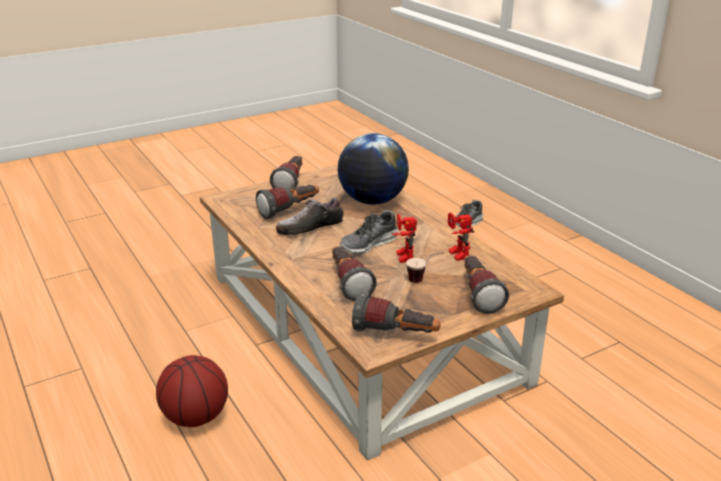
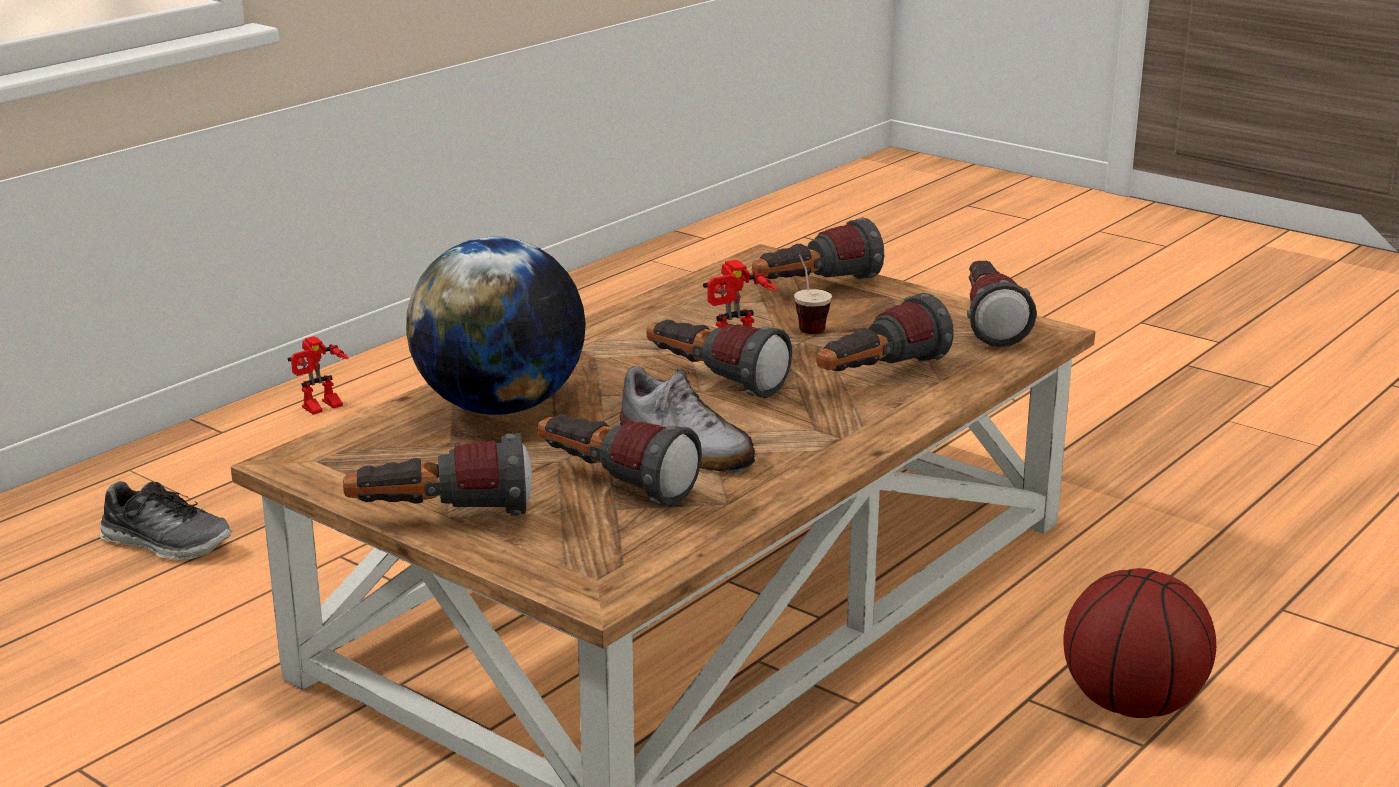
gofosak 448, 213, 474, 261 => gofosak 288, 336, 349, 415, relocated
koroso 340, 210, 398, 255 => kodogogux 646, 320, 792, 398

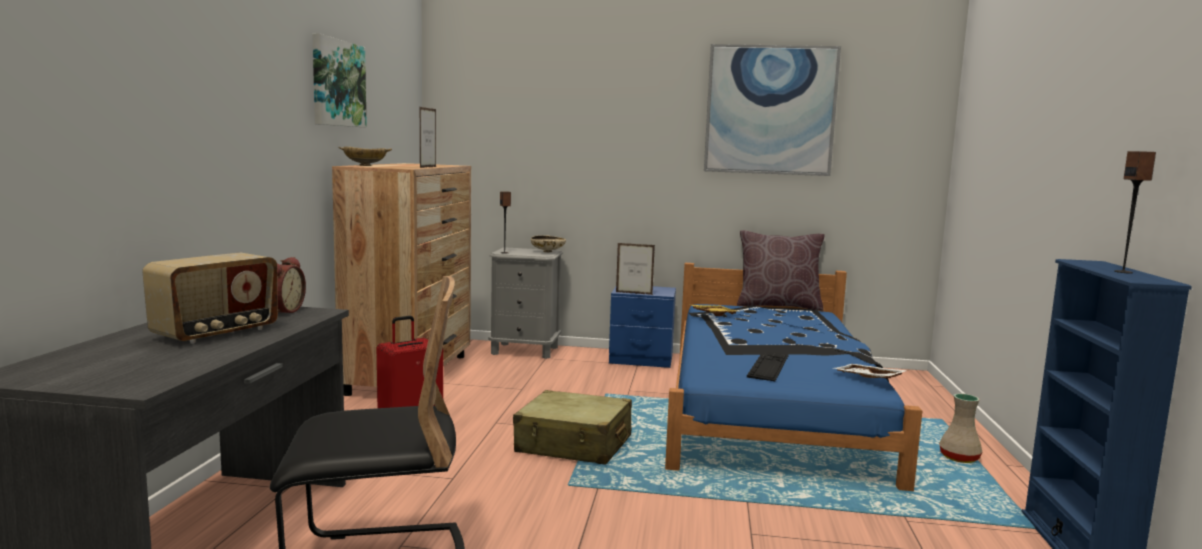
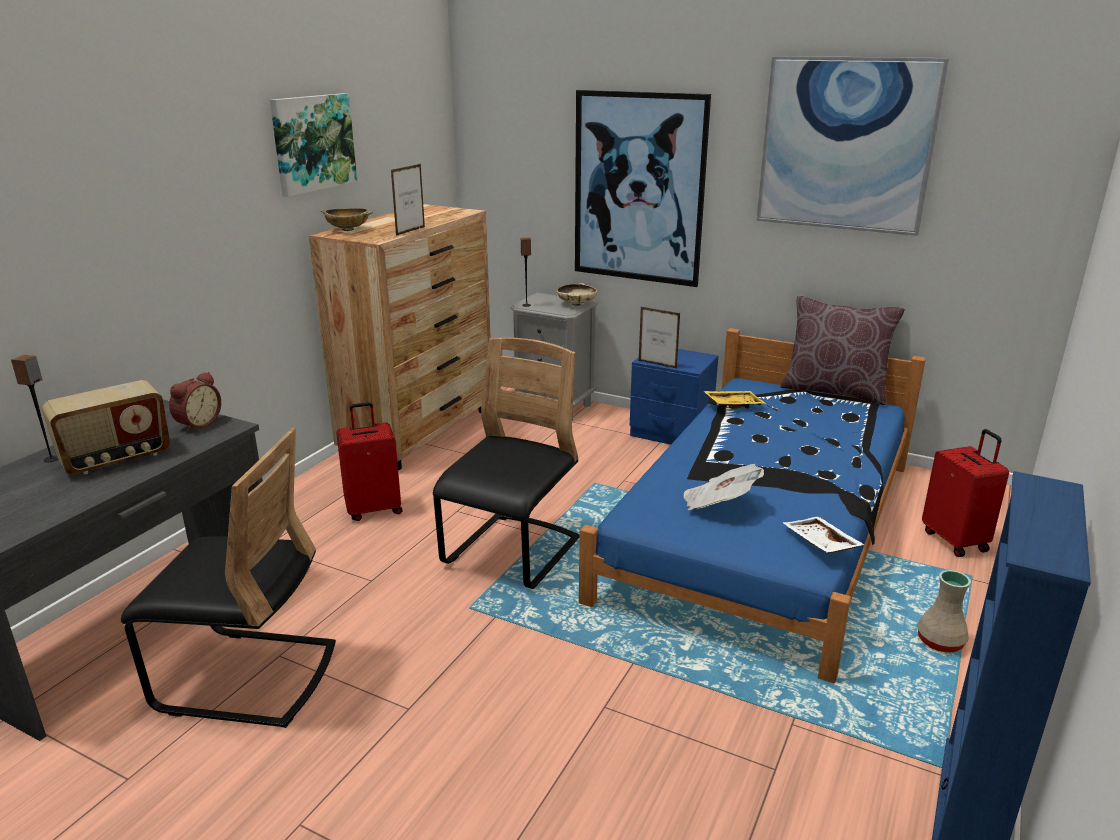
nothing => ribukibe 575, 90, 711, 287
nothing => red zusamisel 922, 429, 1009, 557
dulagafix 1114, 151, 1156, 274 => dulagafix 11, 355, 58, 462, relocated
beige zusamisel 513, 390, 632, 465 => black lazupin 433, 337, 579, 589
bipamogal 747, 350, 789, 381 => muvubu 683, 464, 764, 510

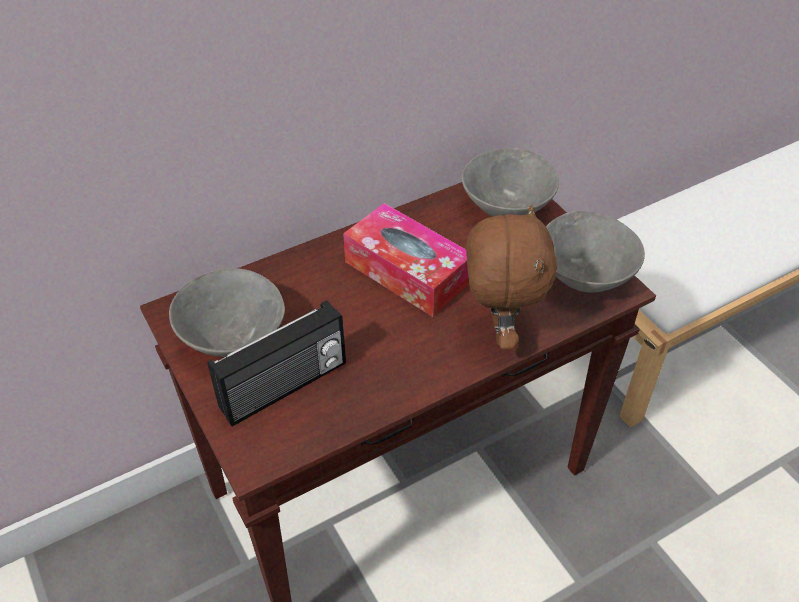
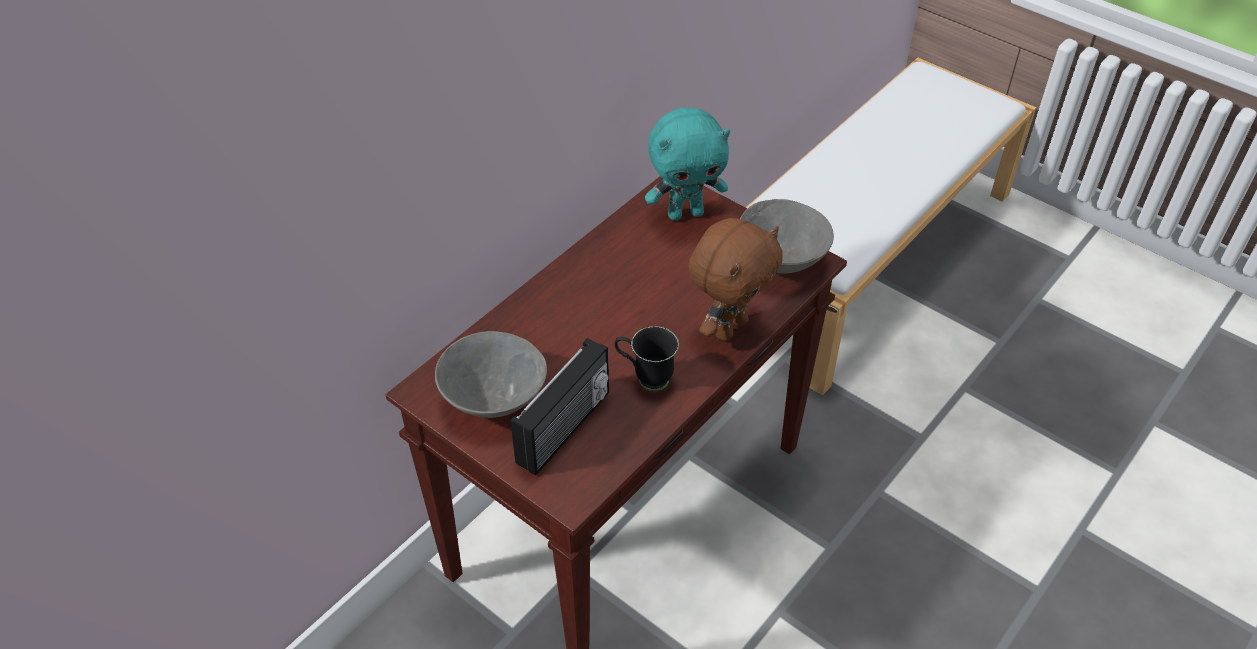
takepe 343, 203, 469, 317 => nothing
nothing => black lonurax 614, 326, 679, 391
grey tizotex 462, 148, 559, 217 => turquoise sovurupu 645, 107, 730, 221
brown sovurupu 466, 205, 557, 350 => brown sovurupu 688, 218, 783, 341, 60 degrees clockwise

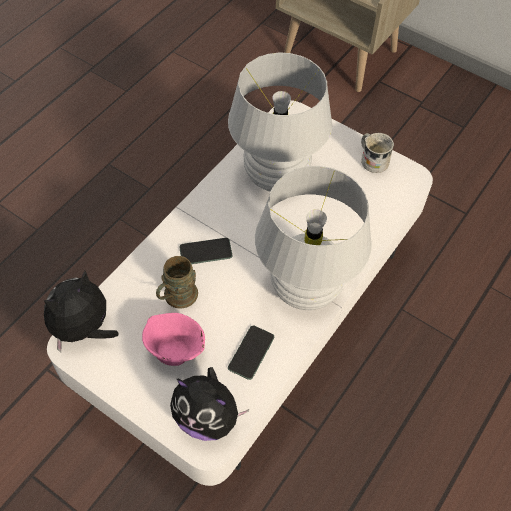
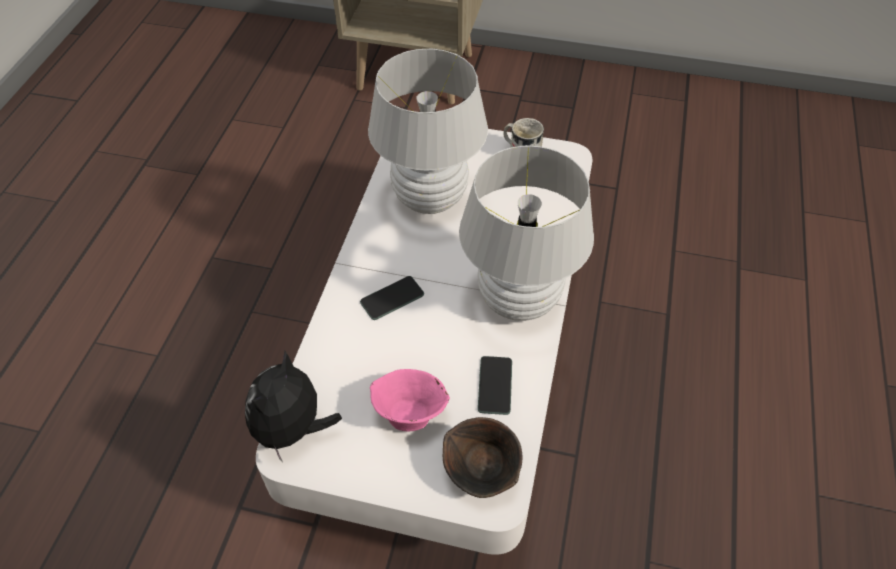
brown lonurax 156, 256, 198, 309 => nothing
sovurupu 170, 367, 250, 441 => brown tizotex 443, 417, 522, 498

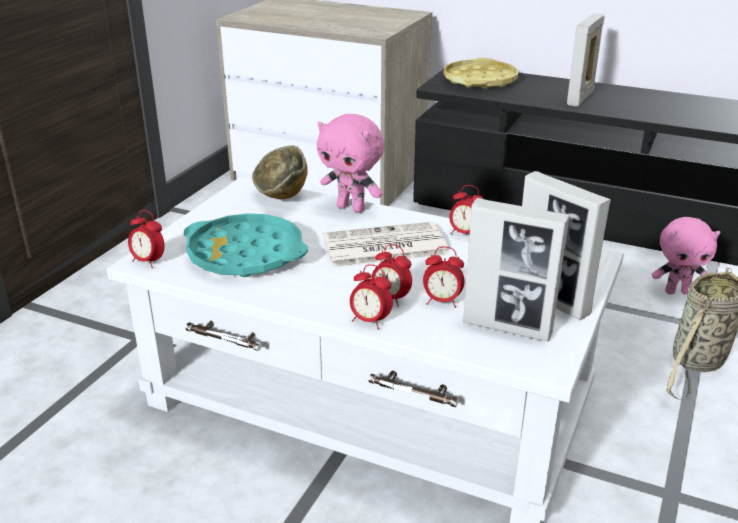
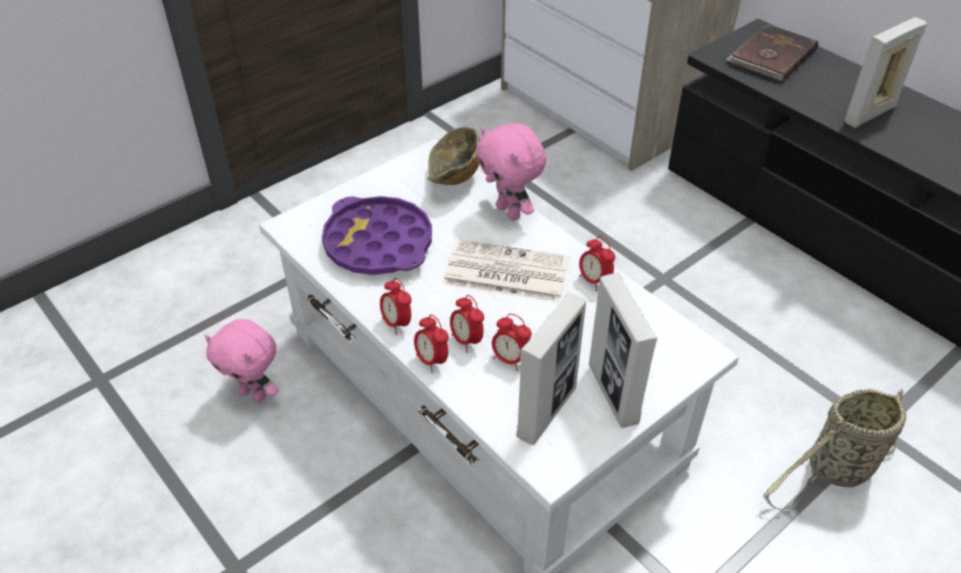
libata 128, 210, 164, 268 => libata 380, 278, 412, 335, relocated
pink sovurupu 652, 217, 720, 295 => pink sovurupu 205, 319, 279, 402, relocated
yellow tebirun 444, 58, 519, 89 => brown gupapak 726, 24, 818, 83
turquoise tebirun 184, 214, 308, 277 => purple tebirun 322, 196, 432, 275
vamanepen 463, 198, 570, 342 => vamanepen 516, 292, 586, 445, 105 degrees counterclockwise

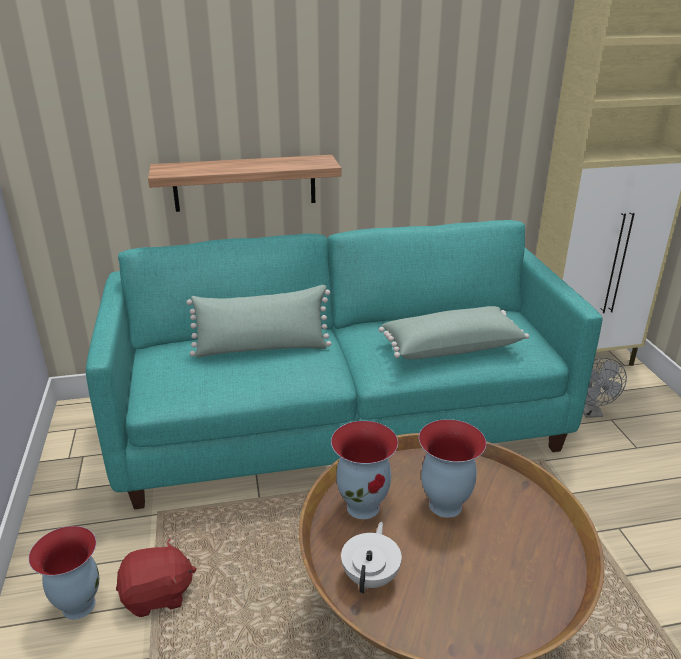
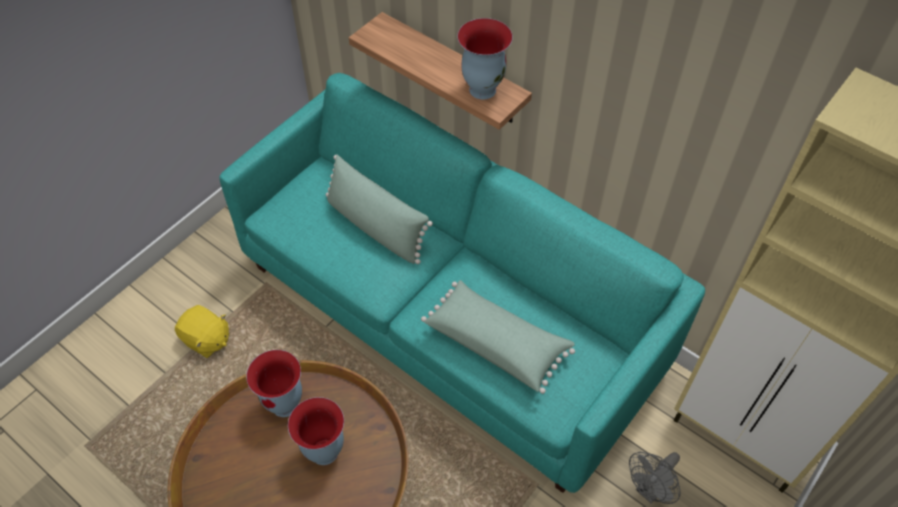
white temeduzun 341, 522, 402, 594 => nothing
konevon 28, 526, 99, 620 => konevon 458, 18, 513, 100, relocated
red sovurupu 116, 539, 197, 617 => yellow sovurupu 175, 305, 230, 358

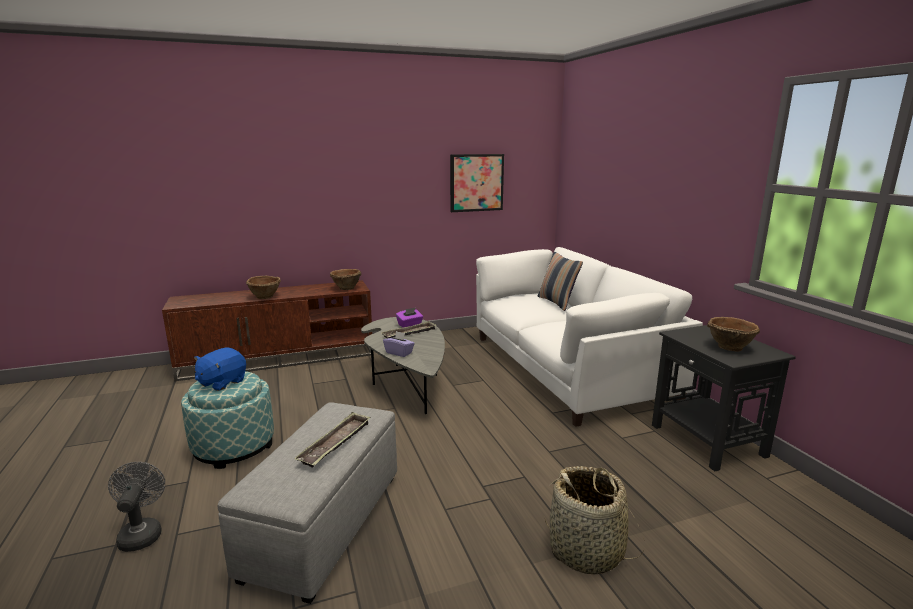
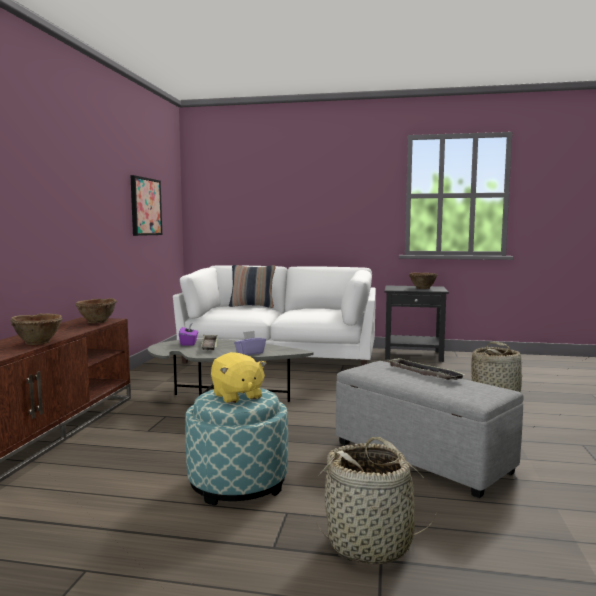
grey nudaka 108, 462, 165, 552 => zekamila 315, 437, 437, 564
blue sovurupu 194, 348, 246, 391 => yellow sovurupu 211, 352, 266, 404

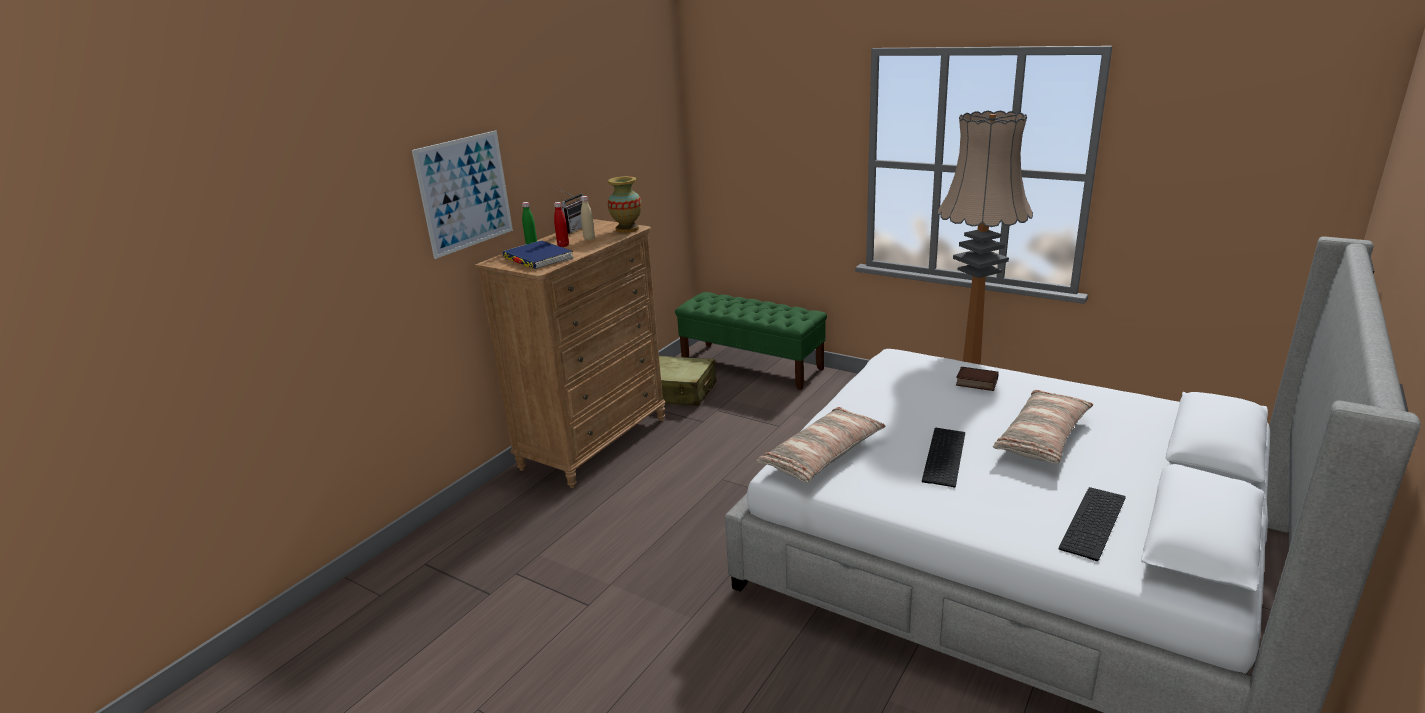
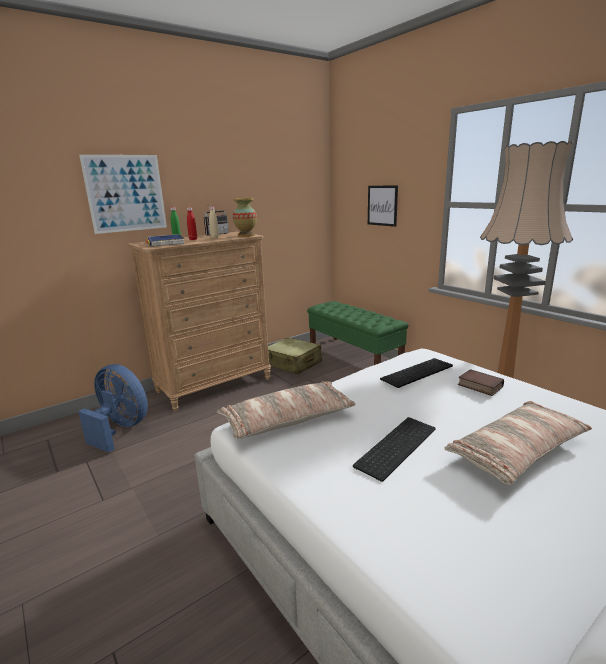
nothing => blue nudaka 78, 364, 148, 453
nothing => ribukibe 368, 185, 398, 227
bipamogal 1059, 487, 1126, 561 => bipamogal 380, 358, 453, 388, relocated

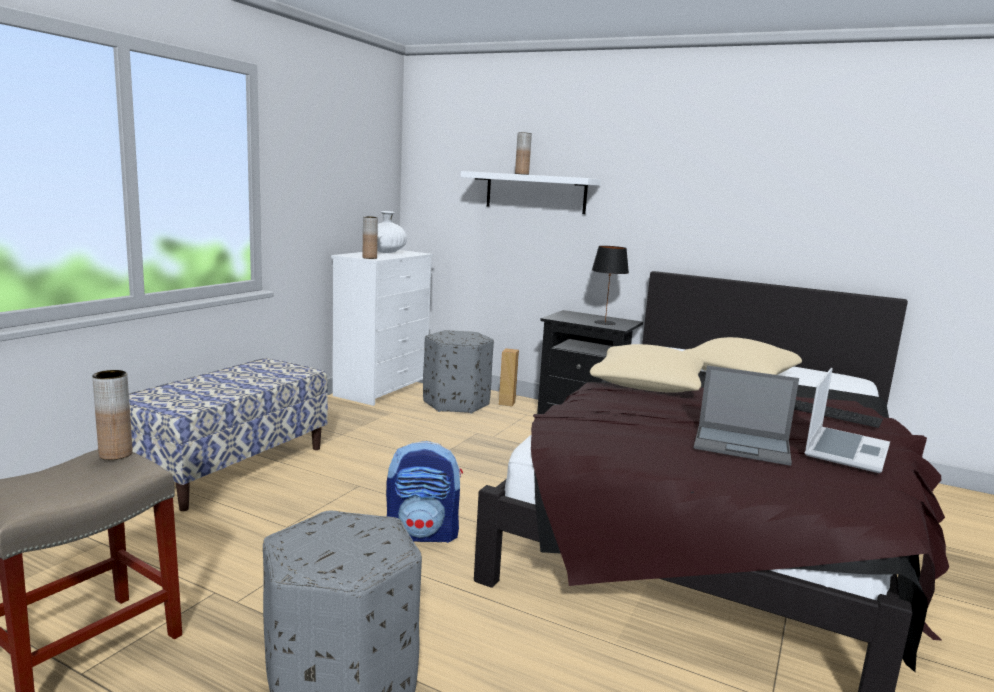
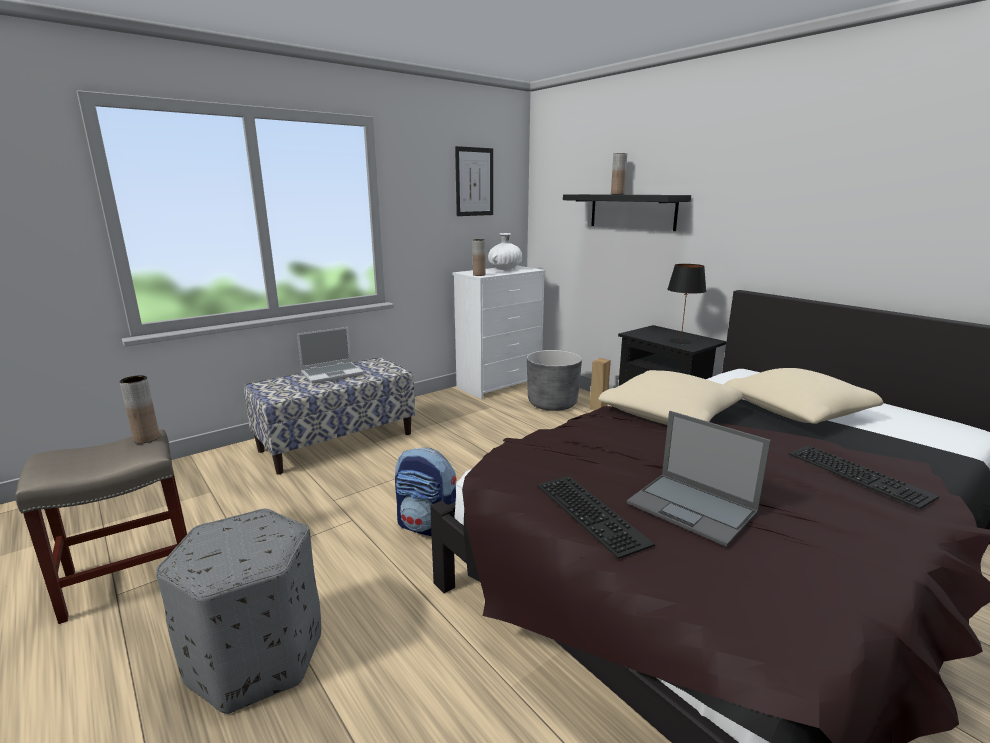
nothing => ribukibe 455, 146, 493, 216
nothing => bipamogal 537, 476, 655, 559
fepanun 805, 368, 890, 473 => fepanun 297, 327, 364, 384, relocated
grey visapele 423, 330, 494, 414 => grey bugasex 527, 350, 582, 411
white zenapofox 461, 171, 601, 214 => black zenapofox 563, 194, 691, 231

